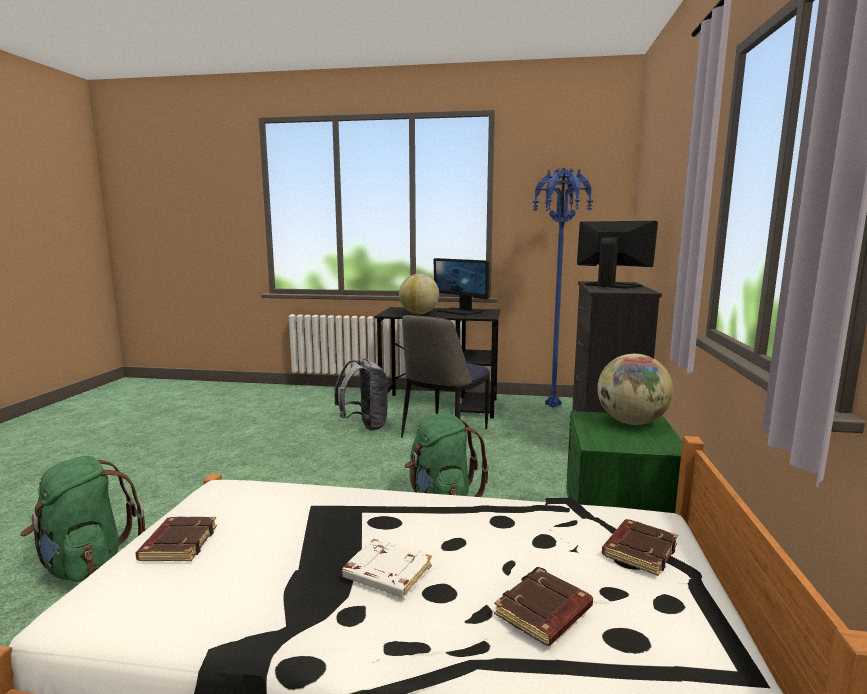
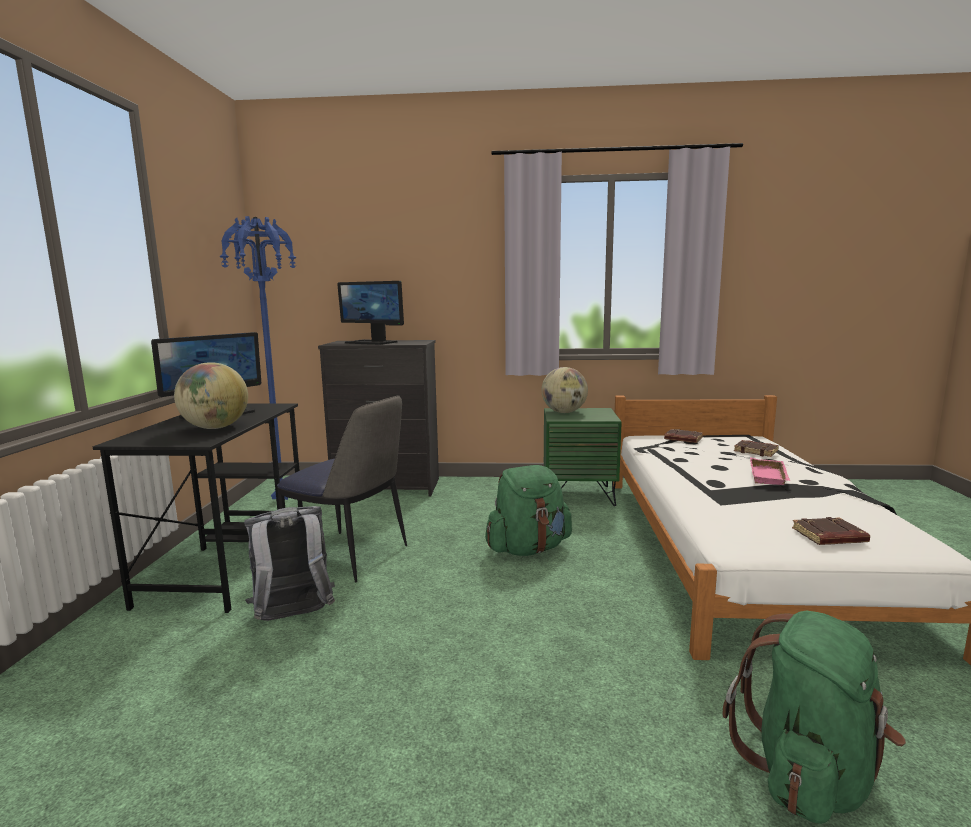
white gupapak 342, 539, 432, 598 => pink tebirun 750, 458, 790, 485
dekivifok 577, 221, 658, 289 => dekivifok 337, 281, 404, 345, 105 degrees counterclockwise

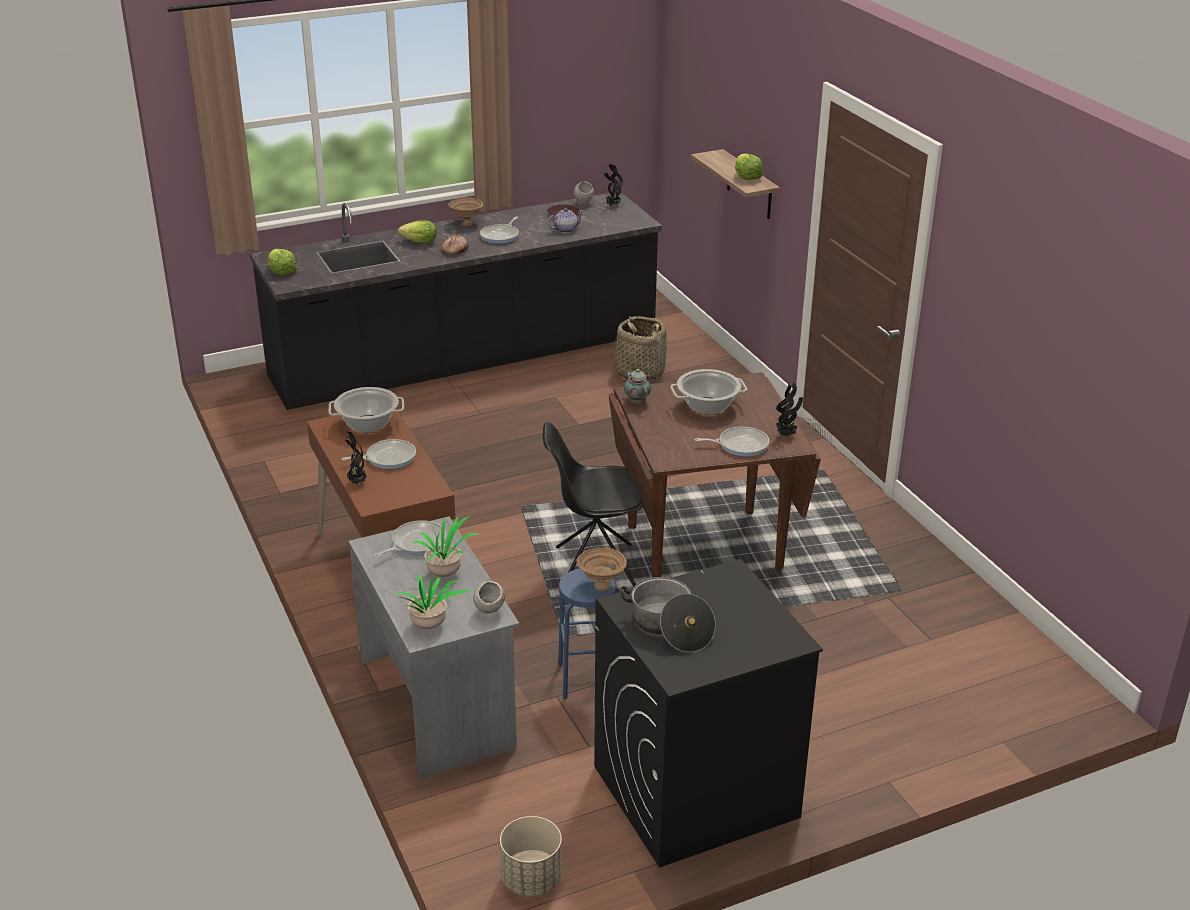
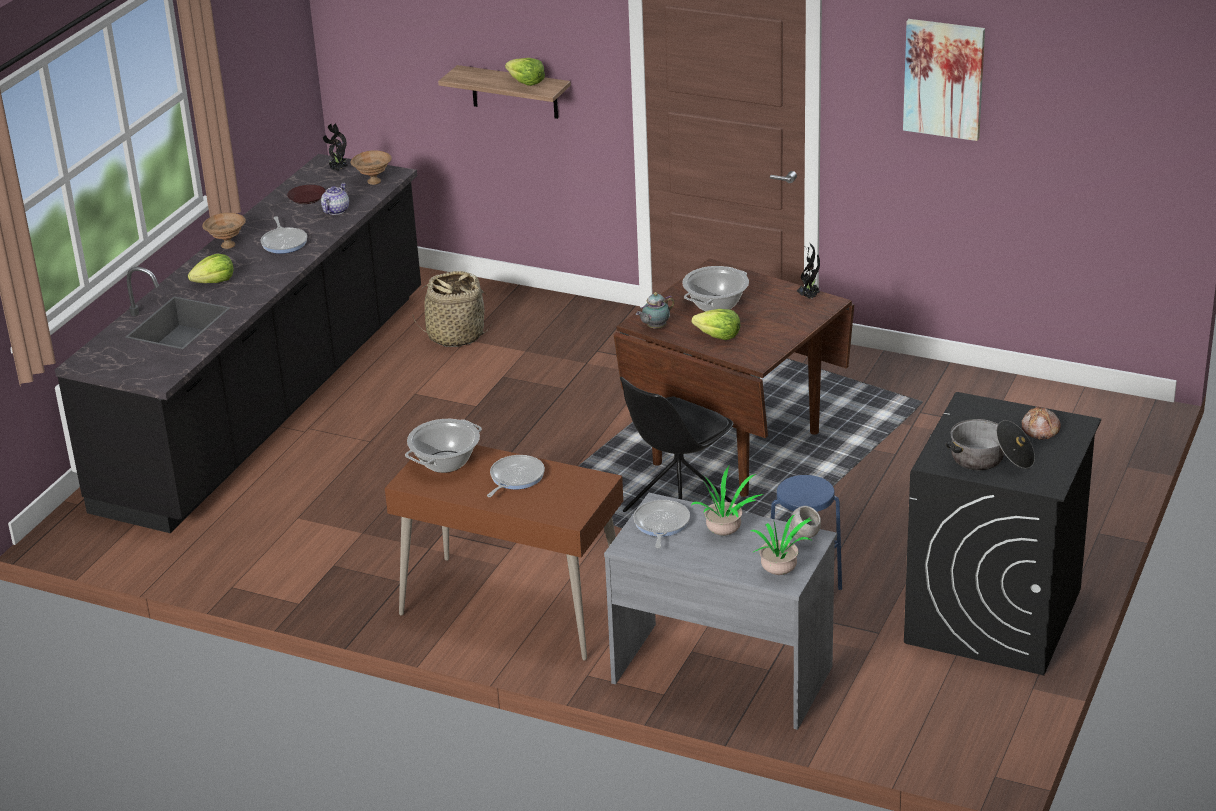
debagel 345, 431, 367, 484 => nothing
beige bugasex 500, 816, 562, 897 => nothing
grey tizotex 574, 182, 594, 205 => nothing
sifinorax 694, 427, 769, 457 => nothing
nothing => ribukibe 903, 19, 985, 141
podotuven 268, 249, 297, 275 => podotuven 692, 309, 740, 340, relocated
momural 441, 234, 469, 254 => momural 1022, 406, 1061, 440, relocated
brown tizotex 577, 547, 627, 591 => brown tizotex 351, 150, 392, 185, relocated
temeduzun 624, 369, 651, 404 => temeduzun 636, 292, 675, 329, 60 degrees counterclockwise

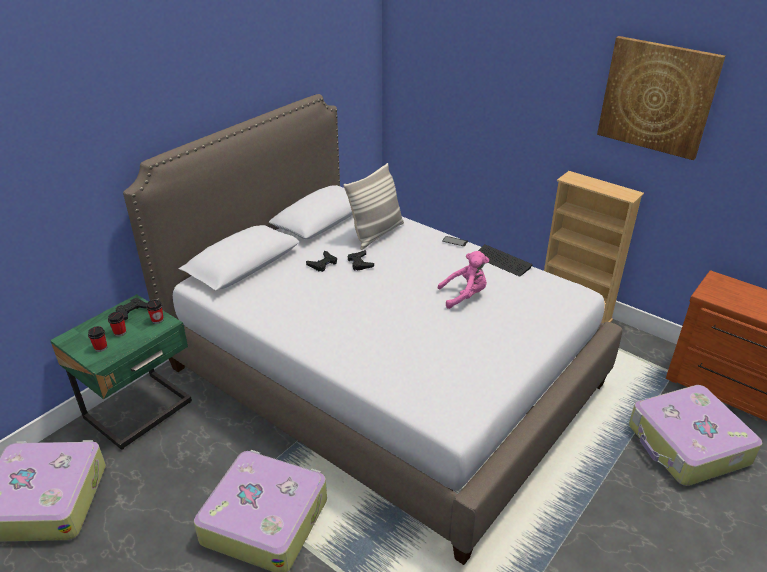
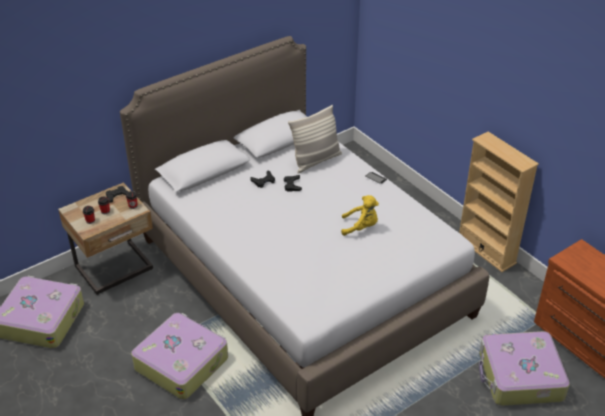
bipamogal 478, 244, 533, 276 => nothing
ribukibe 597, 36, 725, 160 => nothing
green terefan 50, 294, 192, 450 => beige terefan 58, 182, 153, 295
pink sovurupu 438, 251, 489, 309 => yellow sovurupu 341, 195, 379, 236

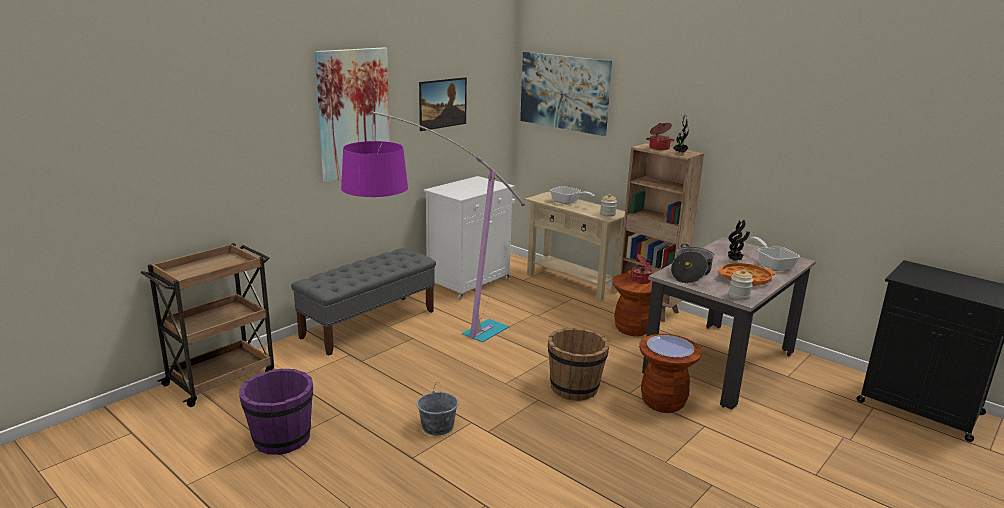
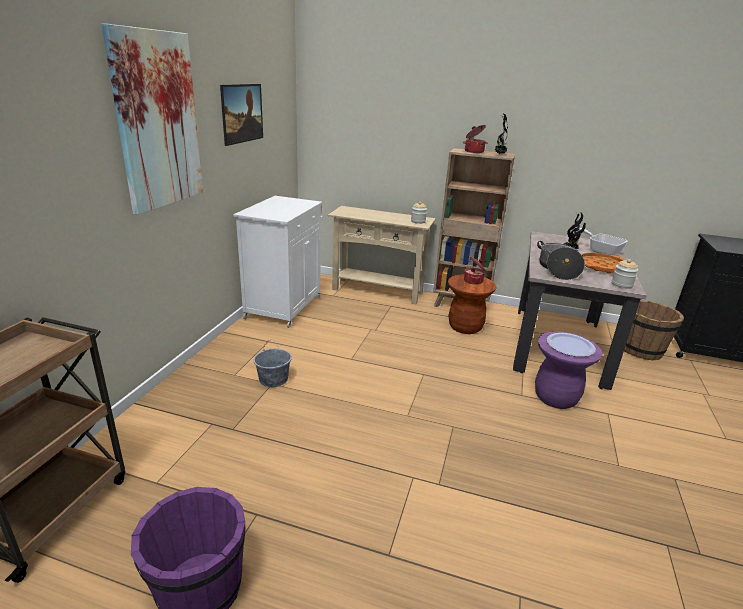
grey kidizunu 291, 248, 436, 355 => nothing
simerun 341, 111, 525, 342 => nothing
ribukibe 520, 52, 612, 136 => nothing
sifinorax 550, 186, 595, 204 => nothing
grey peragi 417, 382, 459, 435 => grey peragi 254, 340, 292, 387, relocated
brown peragi 548, 328, 609, 401 => brown peragi 624, 300, 684, 360, relocated
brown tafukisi 639, 334, 702, 413 => purple tafukisi 535, 331, 602, 409

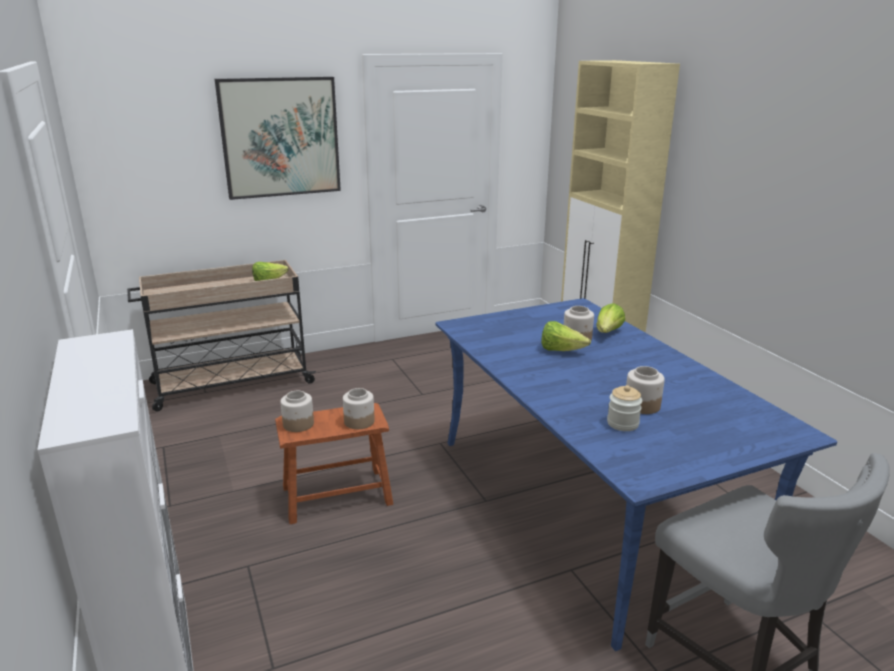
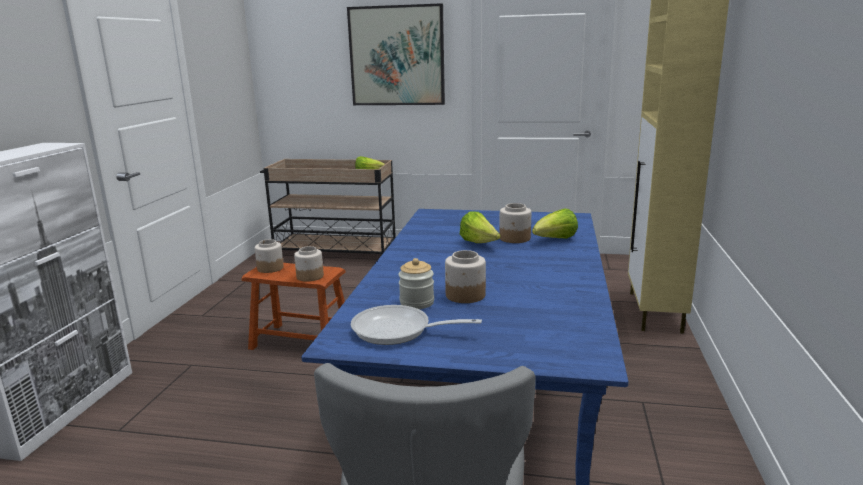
nothing => sifinorax 351, 305, 482, 345

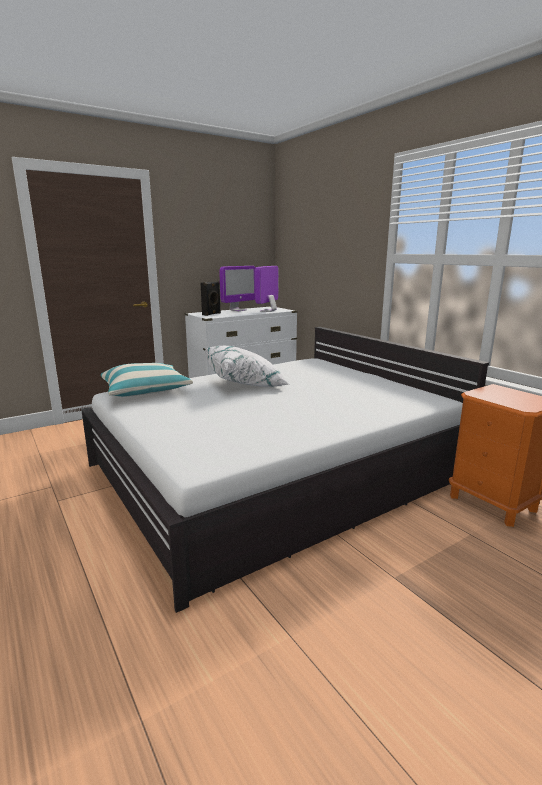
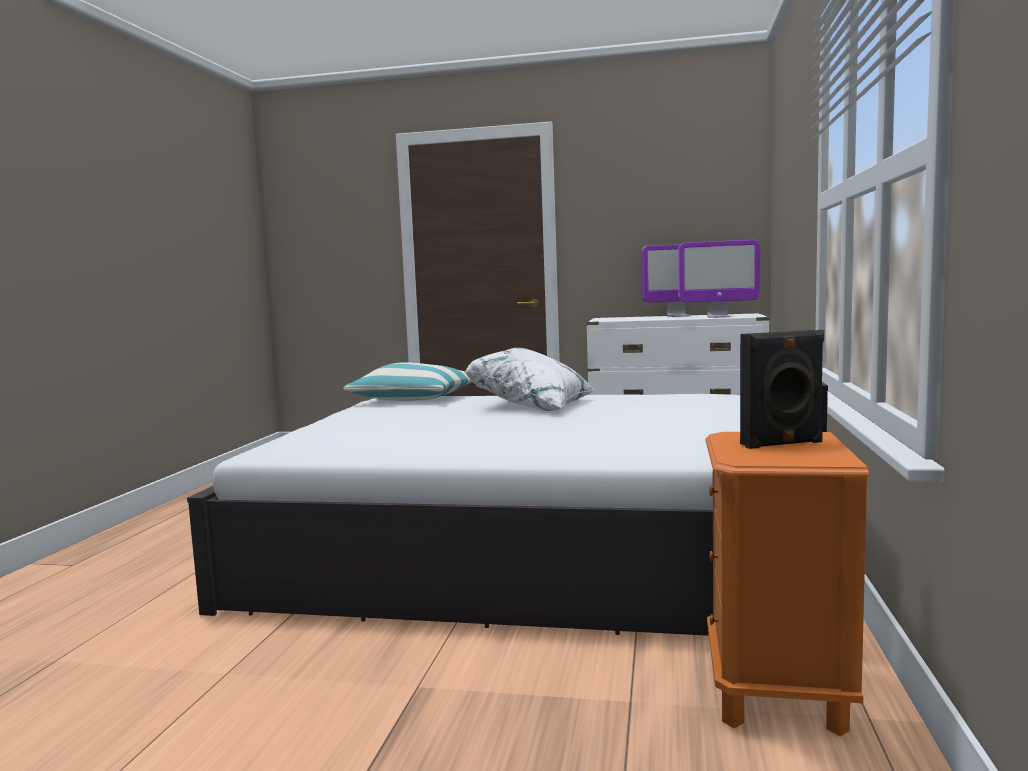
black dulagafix 201, 281, 221, 316 => black dulagafix 740, 330, 824, 449, relocated
dekivifok 255, 266, 278, 312 => dekivifok 678, 240, 760, 318, 150 degrees counterclockwise

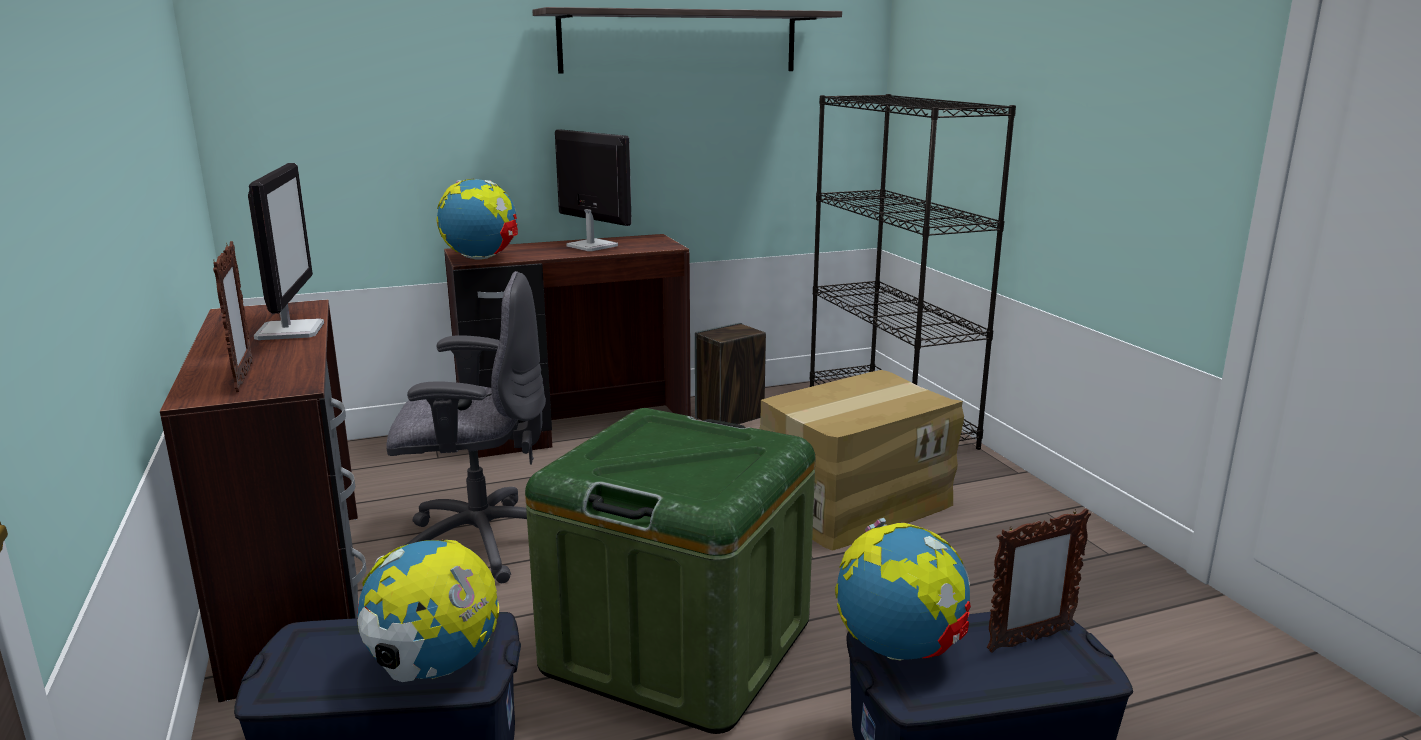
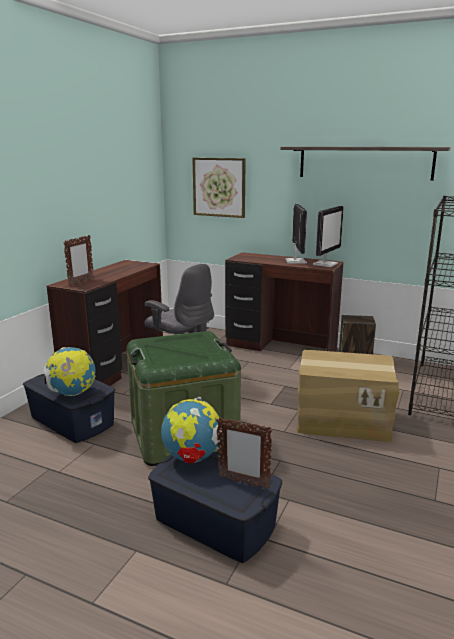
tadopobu 437, 179, 518, 259 => nothing
nothing => ribukibe 192, 158, 246, 218
dekivifok 248, 163, 324, 340 => dekivifok 313, 206, 344, 267, relocated

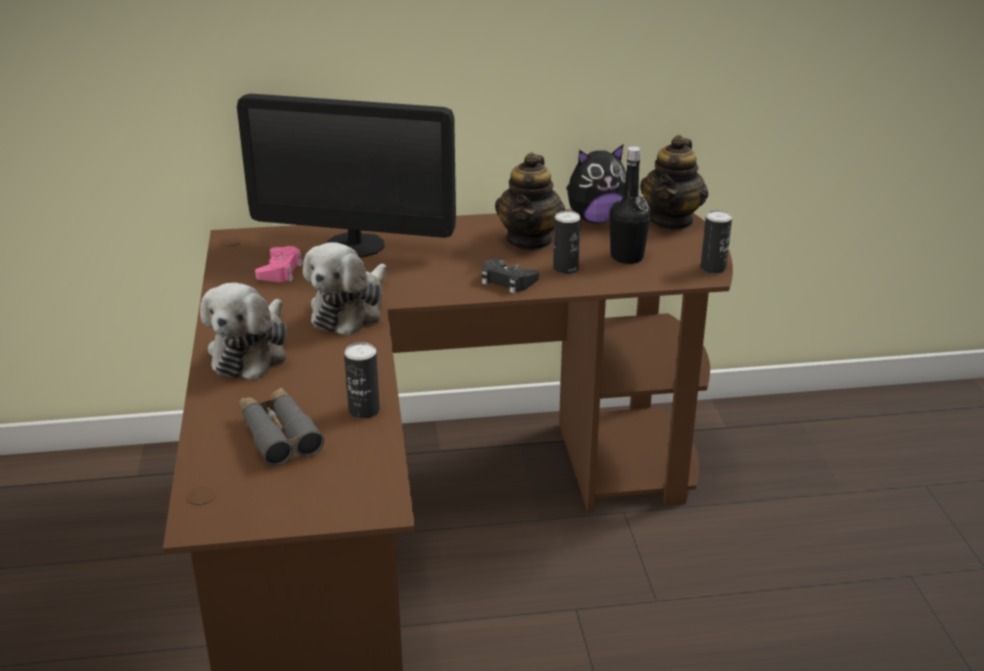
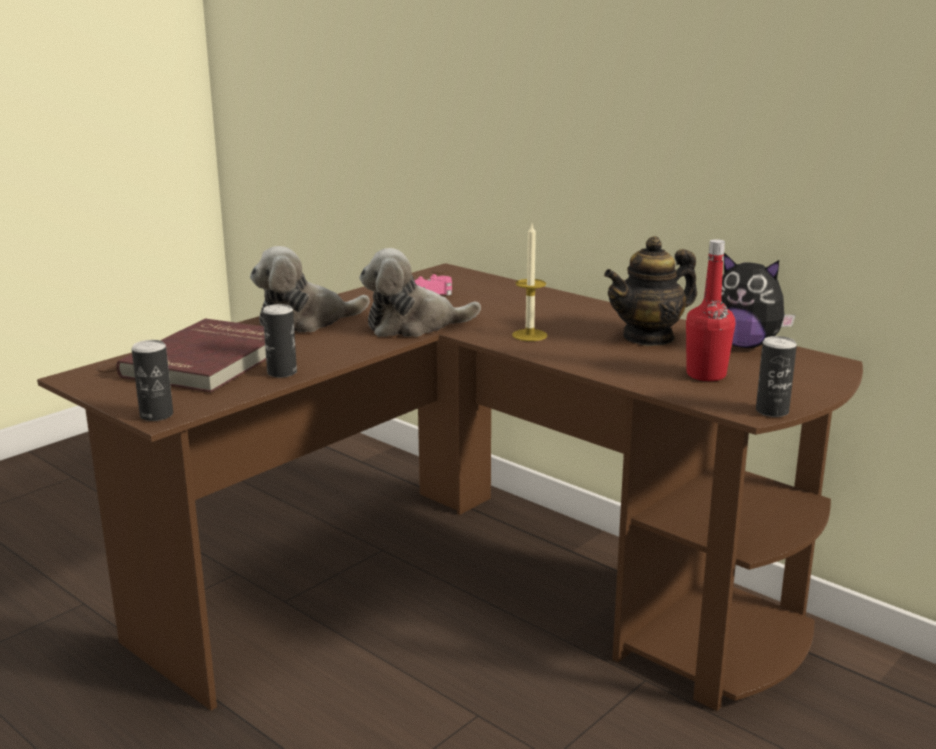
dekivifok 237, 94, 456, 258 => nothing
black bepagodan 482, 258, 539, 293 => nothing
temeduzun 640, 135, 708, 230 => nothing
nothing => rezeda 512, 224, 548, 341
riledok 553, 210, 581, 274 => riledok 132, 340, 173, 421, relocated
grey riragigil 239, 388, 324, 466 => red gupapak 116, 318, 266, 392
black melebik 609, 146, 651, 264 => red melebik 686, 239, 735, 381

